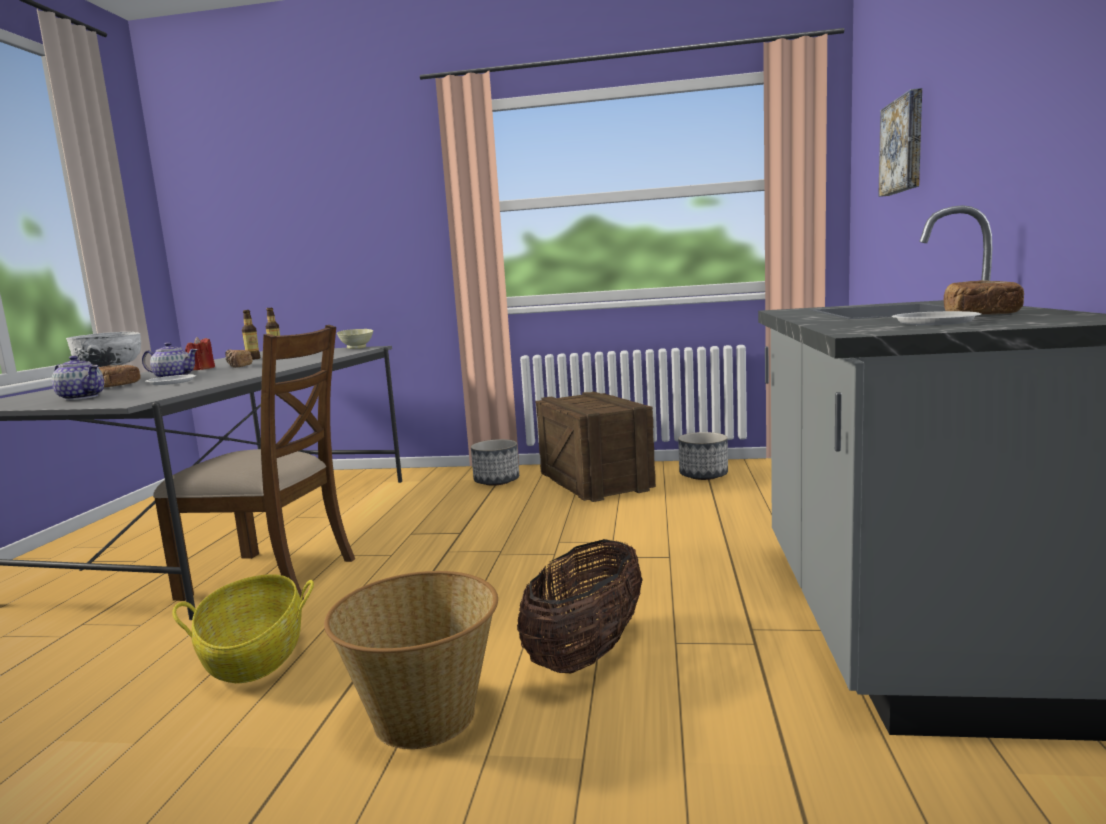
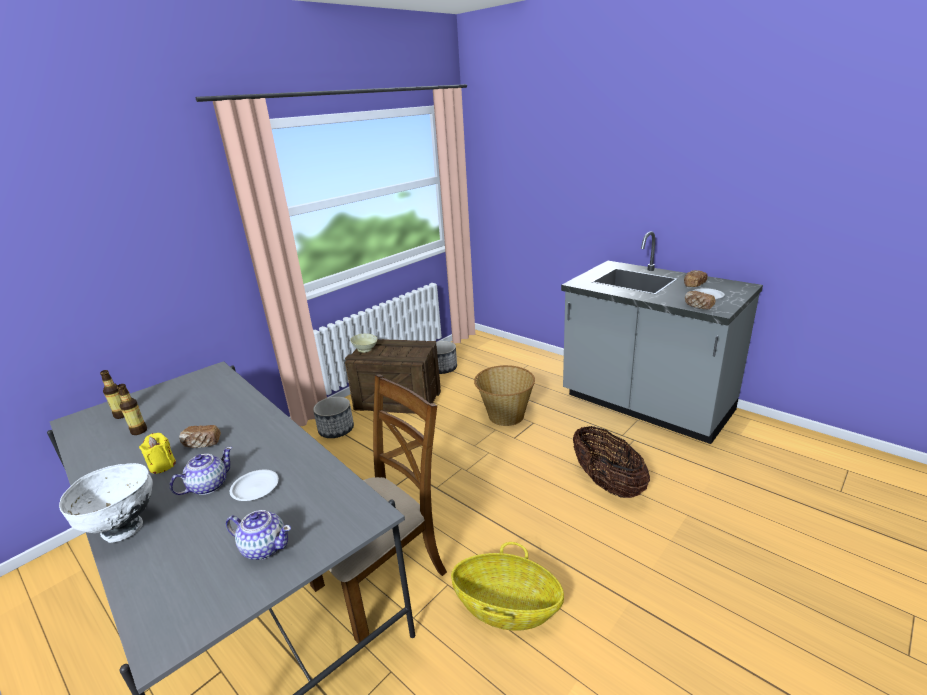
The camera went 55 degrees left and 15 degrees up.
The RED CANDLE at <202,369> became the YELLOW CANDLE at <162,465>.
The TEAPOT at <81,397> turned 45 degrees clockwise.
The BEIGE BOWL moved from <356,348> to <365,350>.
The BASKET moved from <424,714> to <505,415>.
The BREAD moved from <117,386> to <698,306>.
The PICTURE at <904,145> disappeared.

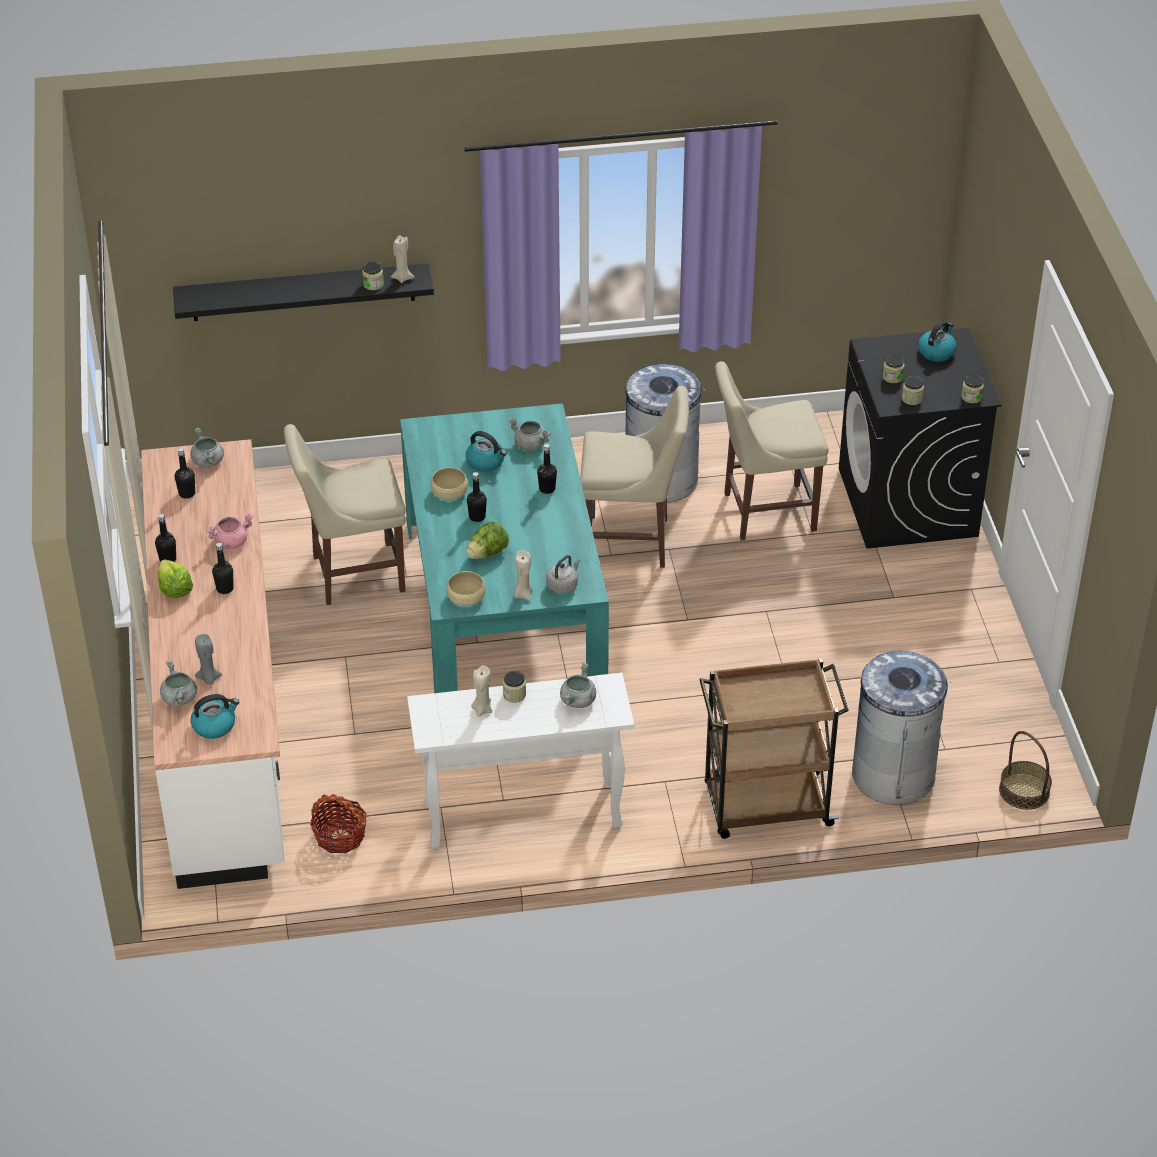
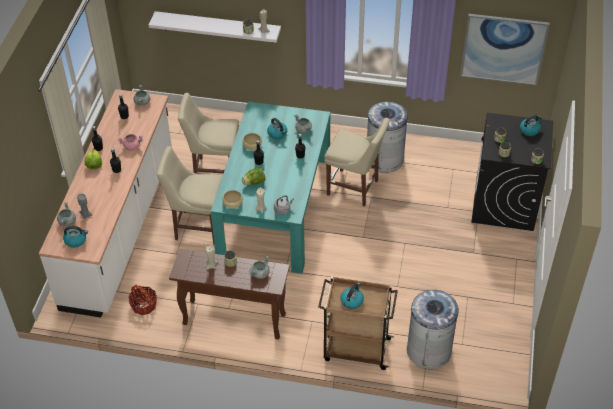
The camera went 20 degrees right and 5 degrees up.
The BLACK SHELF at <303,292> became the WHITE SHELF at <218,27>.
The BEIGE CHAIR moved from <764,512> to <197,226>.
The WHITE CONSOLE TABLE at <521,816> became the BROWN CONSOLE TABLE at <233,319>.
The KETTLE at <352,301> appeared.
The PICTURE at <503,49> appeared.
The BASKET at <1024,791> disappeared.

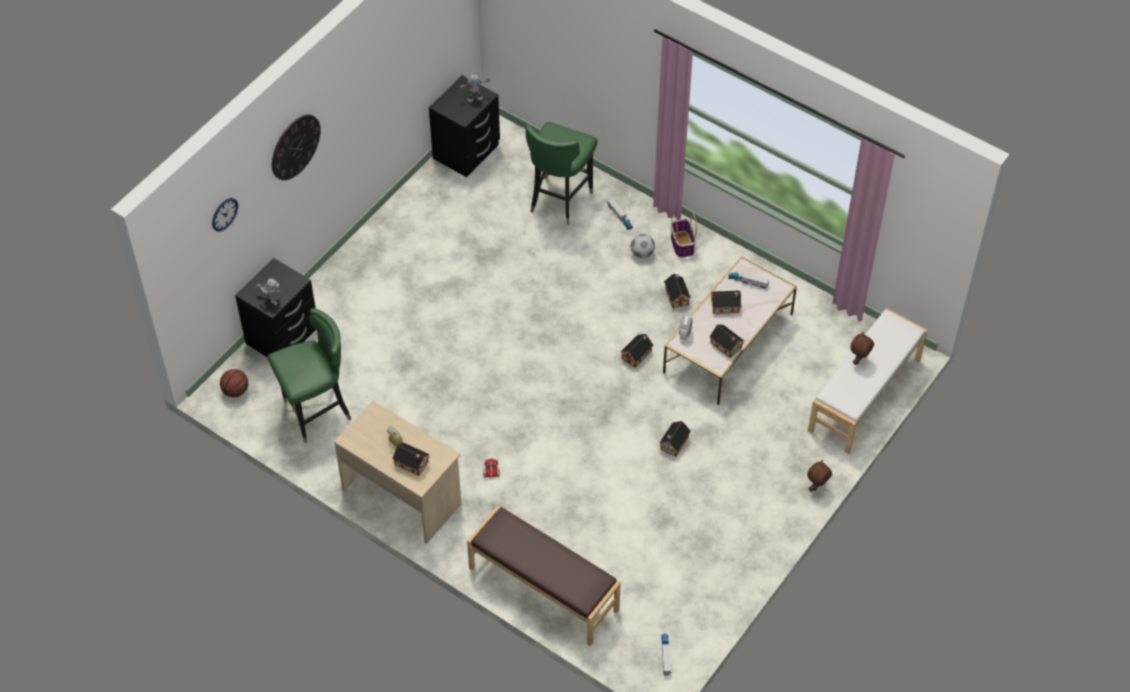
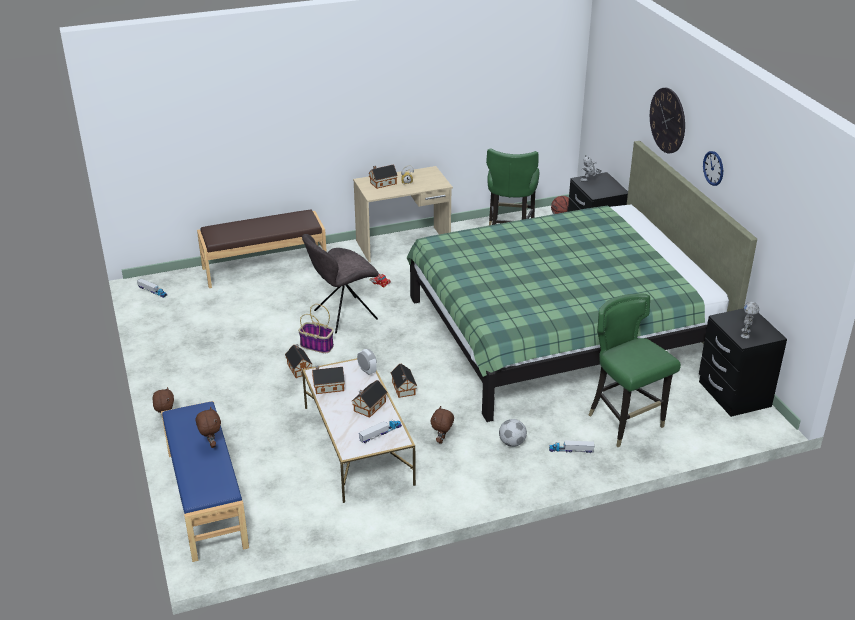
The camera went 125 degrees right and 20 degrees down.
The WHITE BENCH at <865,395> became the BLUE BENCH at <205,499>.
The BASKET moved from <682,244> to <317,345>.
The GREY CHAIR at <343,316> appeared.
The GREEN BED at <561,330> appeared.
The TOY HOUSE at <676,295> was replaced by the BROWN PLUSH TOY at <442,440>.
The WALL CLOCK moved from <224,214> to <713,168>.

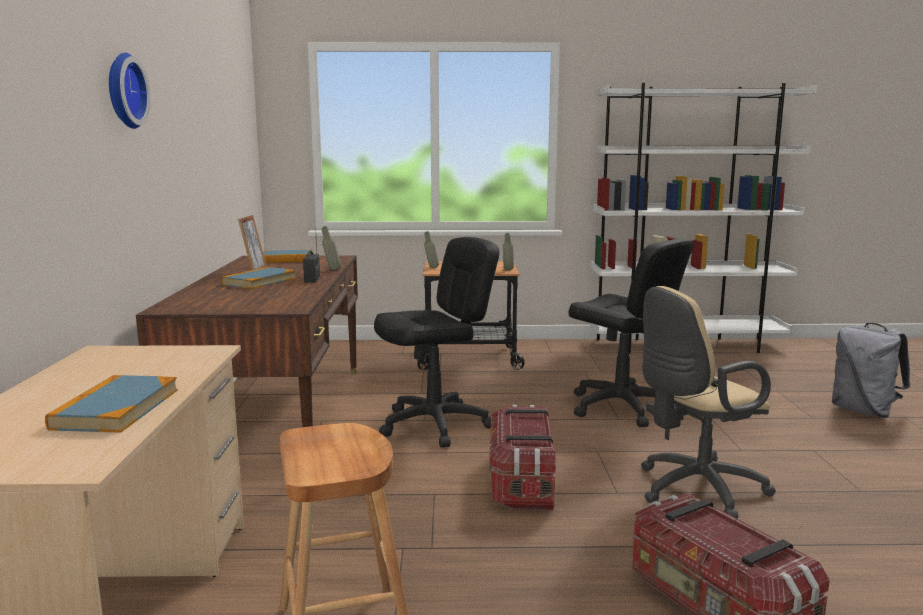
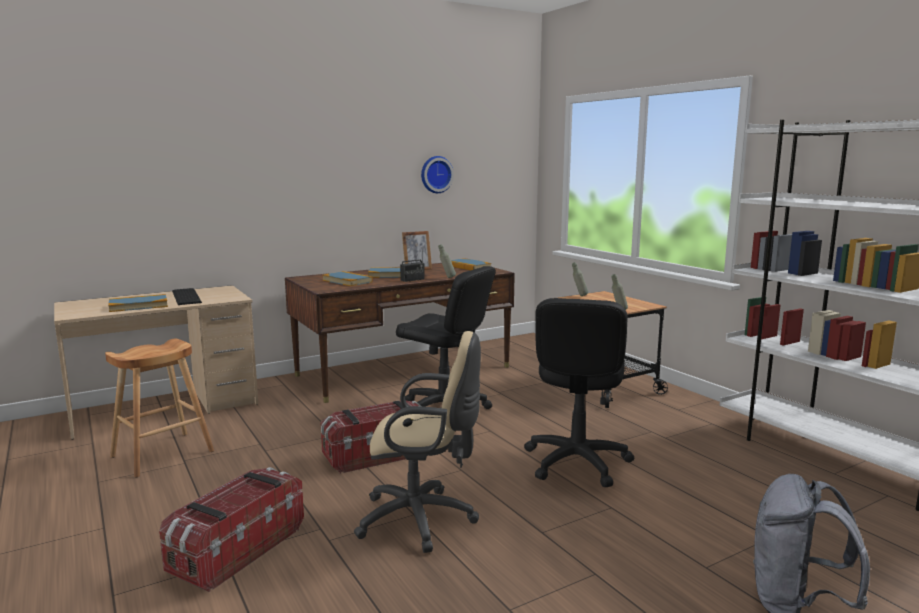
The camera went 60 degrees right and 0 degrees up.
The KEYBOARD at <187,296> appeared.
The BOOK at <347,281> appeared.
The BEIGE OFFICE CHAIR at <694,490> turned 150 degrees clockwise.
The WALL CLOCK moved from <122,91> to <436,174>.

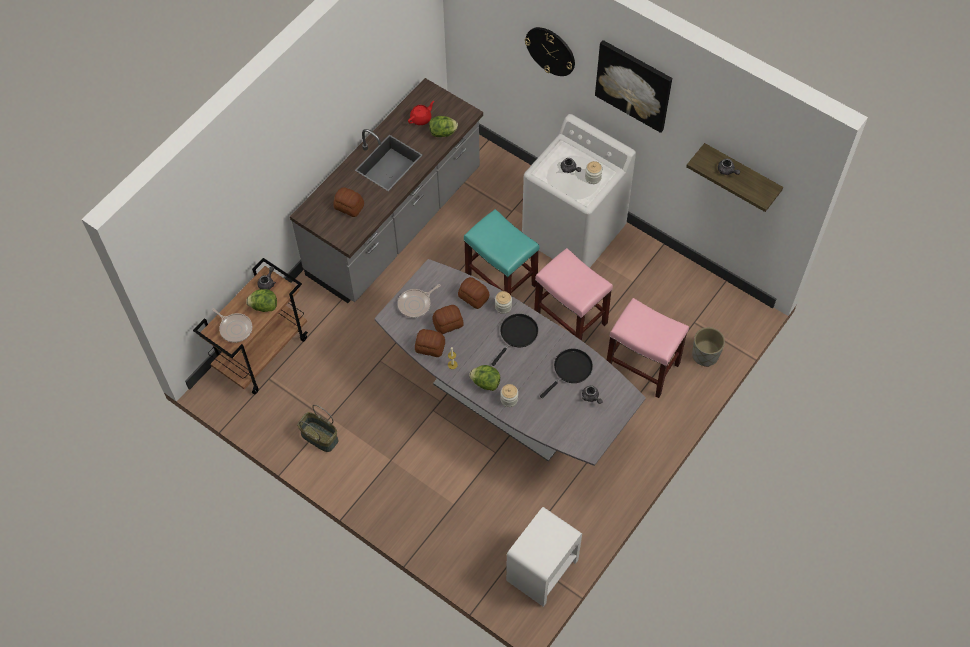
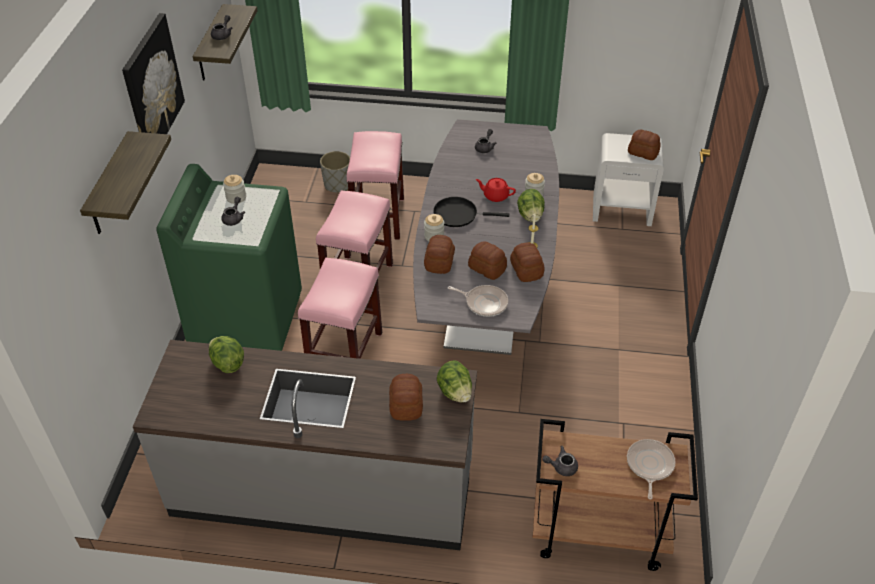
The camera went 120 degrees left and 15 degrees down.
The WALL CLOCK at <550,51> was replaced by the SHELF at <110,186>.
The WHITE WASHING MACHINE at <574,234> became the GREEN WASHING MACHINE at <247,319>.
The TURQUOISE STOOL at <502,281> became the PINK STOOL at <345,353>.
The LETTUCE moved from <264,306> to <455,392>.
The RED TEAPOT moved from <421,118> to <495,196>.
The BREAD at <643,152> appeared.
The BASKET at <319,437> disappeared.
The BLACK FRYING PAN at <570,370> disappeared.

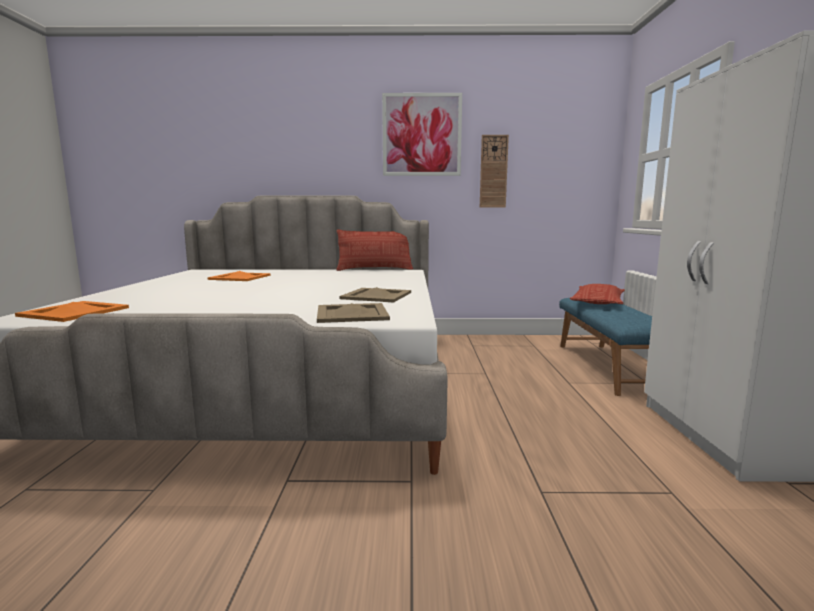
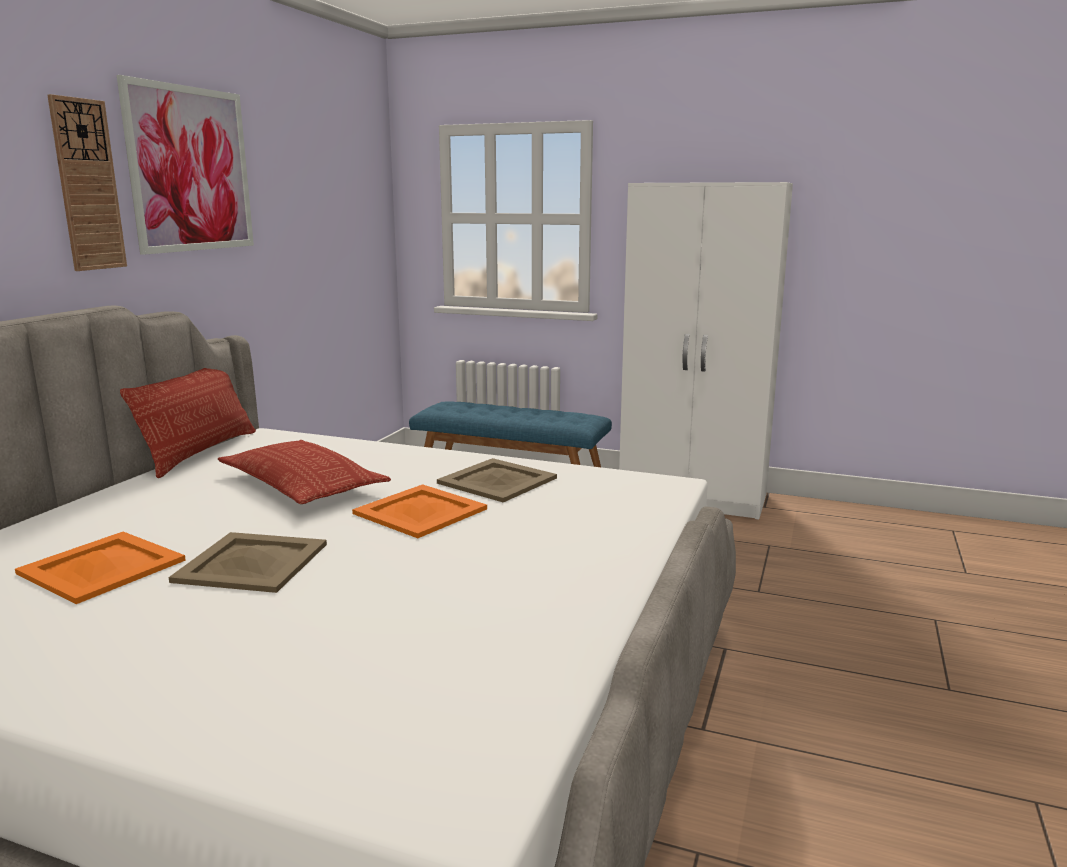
The camera went 70 degrees left and 5 degrees up.
The WALL CLOCK moved from <493,171> to <87,185>.
The BEIGE TRAY moved from <352,313> to <251,562>.
The PILLOW moved from <598,301> to <302,483>.
The ORANGE TRAY moved from <75,312> to <420,511>.

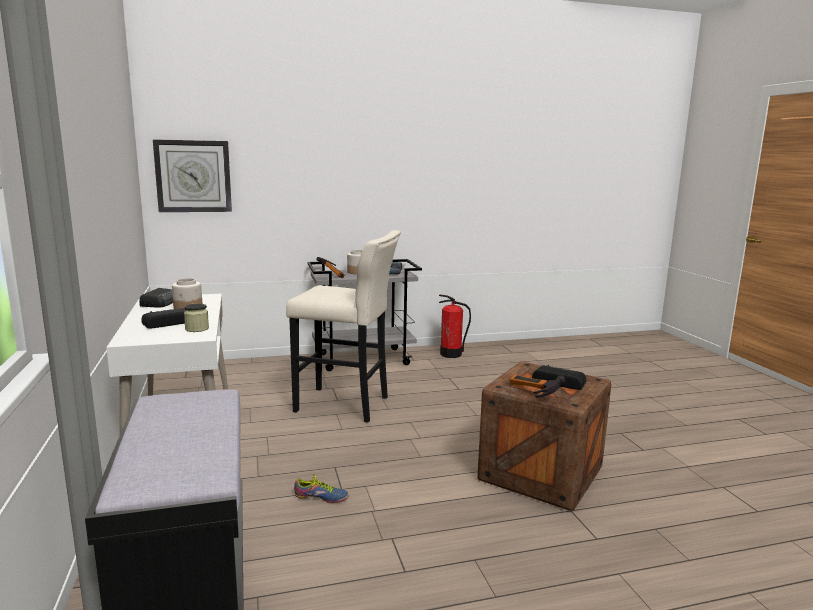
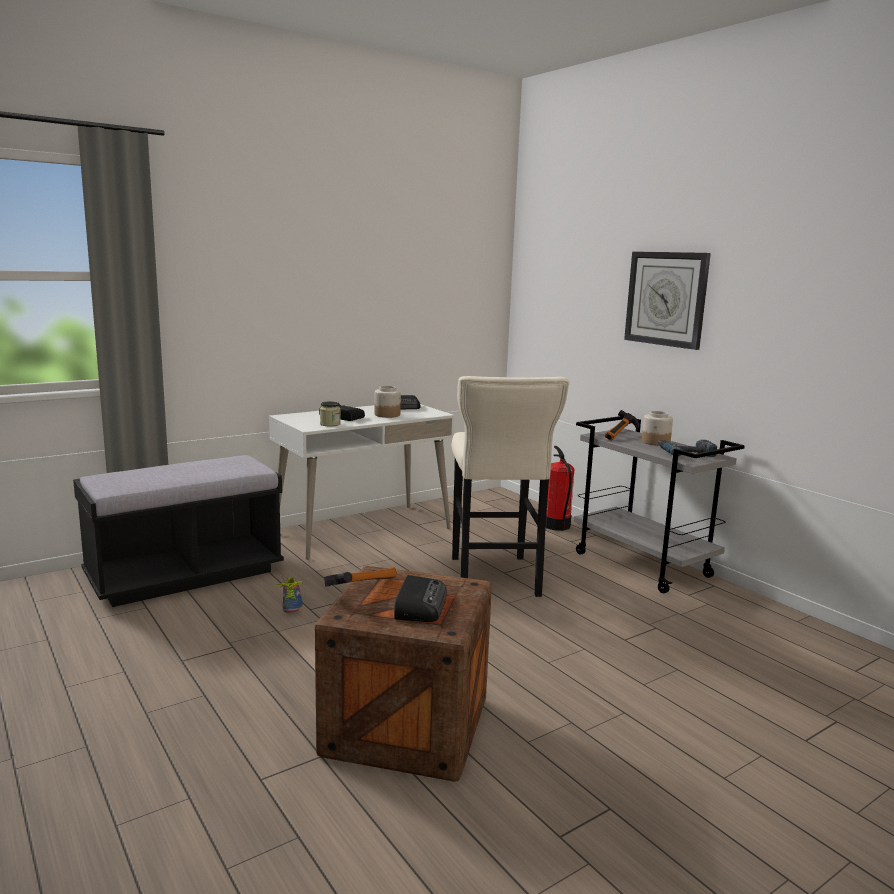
The camera went 70 degrees right and 0 degrees up.
The FIRE EXTINGUISHER moved from <451,354> to <556,526>.
The WALL CLOCK moved from <193,176> to <666,299>.

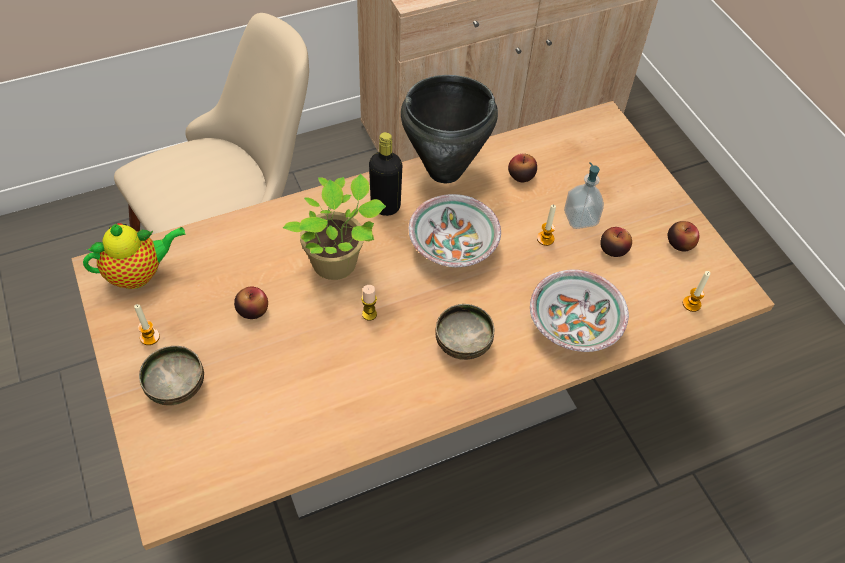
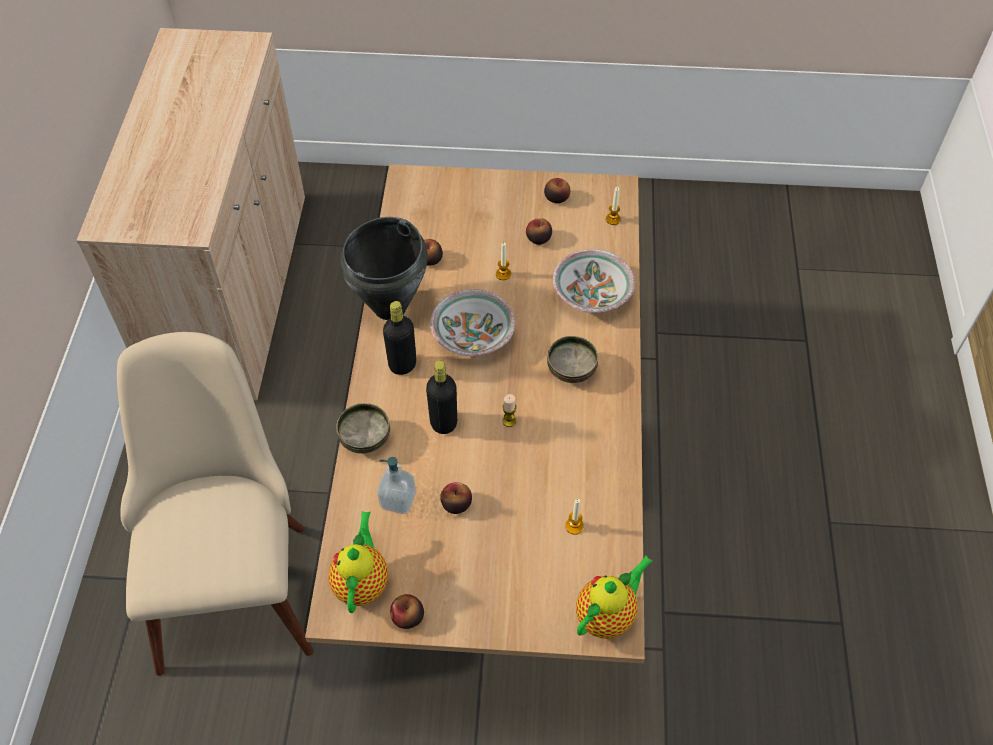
The camera went 60 degrees left and 0 degrees up.
The BOWL moved from <177,386> to <364,438>.
The SOAP DISPENSER moved from <580,218> to <398,500>.
The APPLE at <407,617> appeared.
The POTTED PLANT at <338,263> was replaced by the BLACK BOTTLE at <443,423>.
The CANDLE moved from <150,337> to <574,526>.
The TEAPOT at <607,615> appeared.

